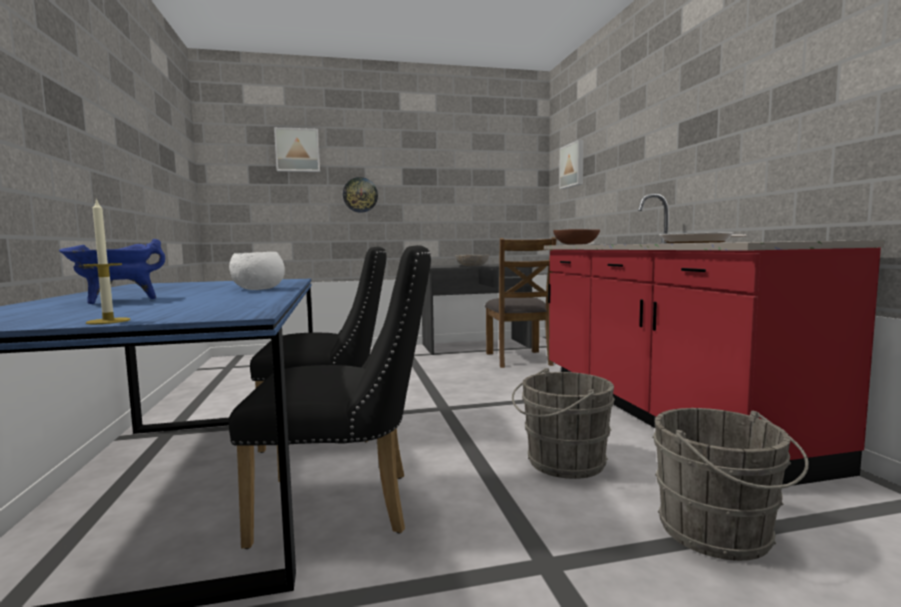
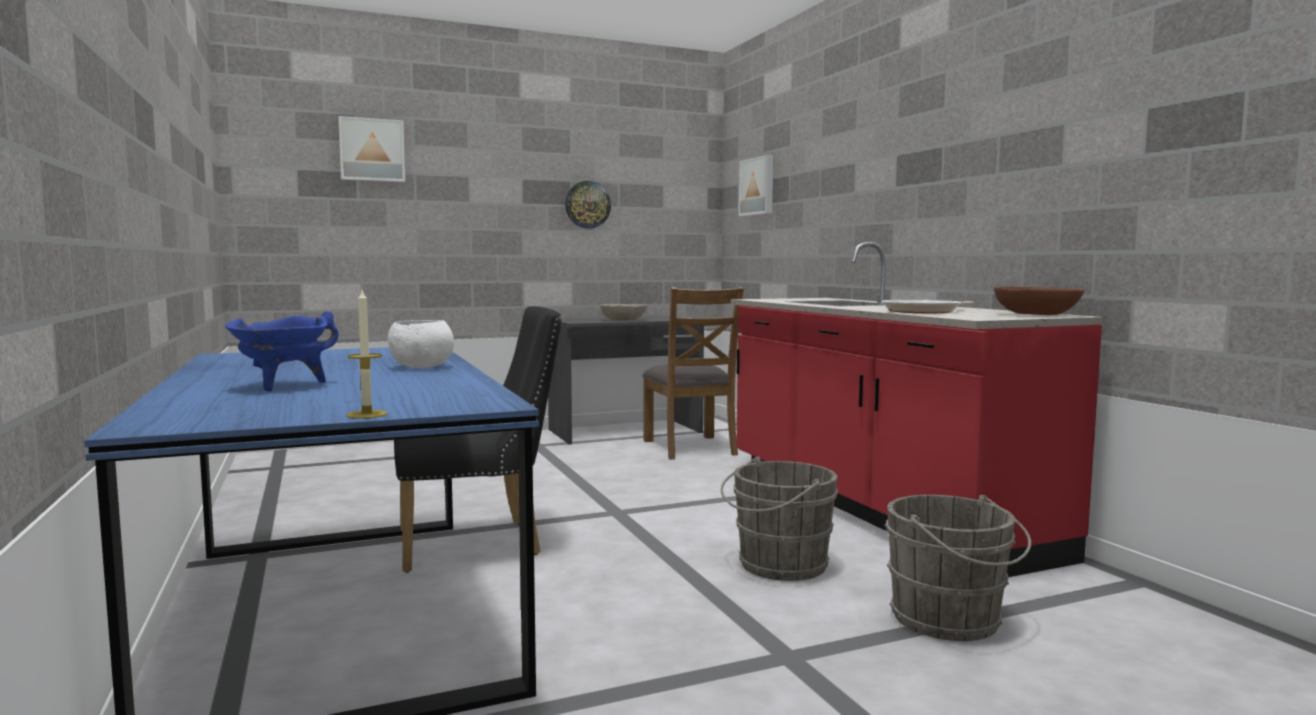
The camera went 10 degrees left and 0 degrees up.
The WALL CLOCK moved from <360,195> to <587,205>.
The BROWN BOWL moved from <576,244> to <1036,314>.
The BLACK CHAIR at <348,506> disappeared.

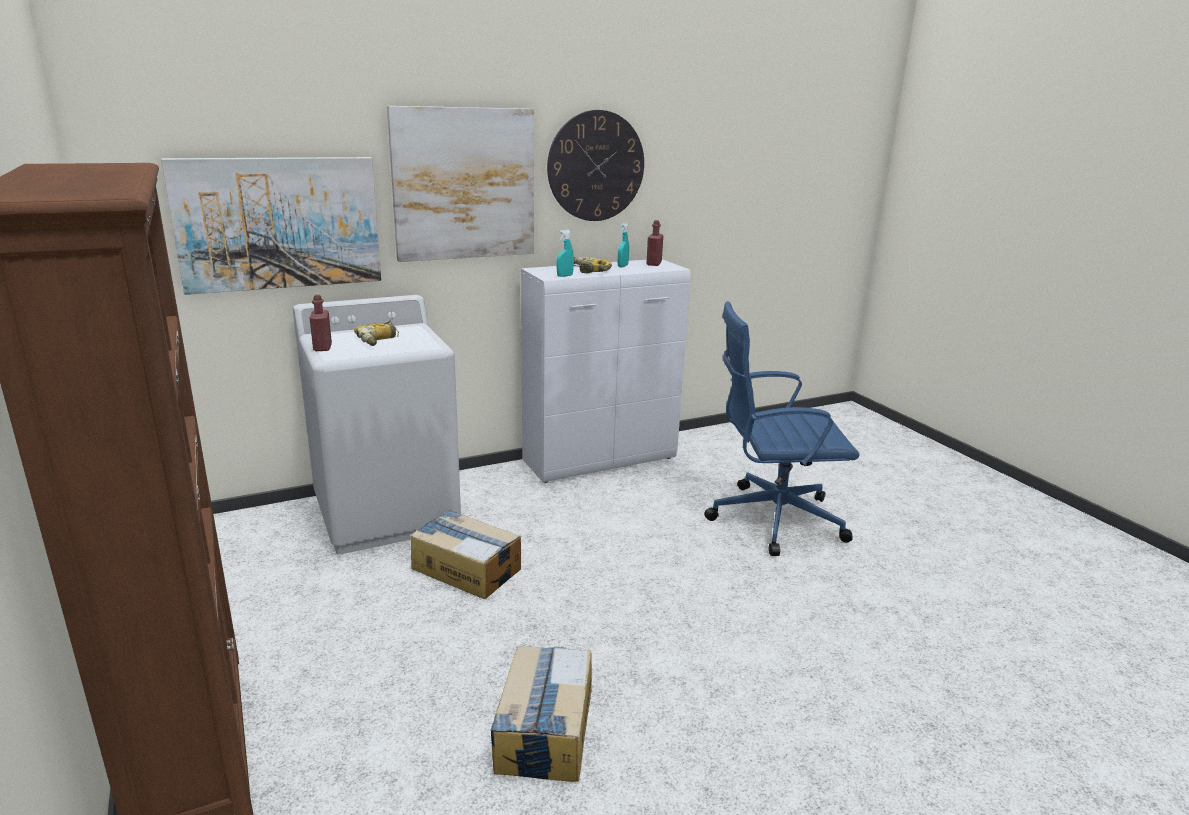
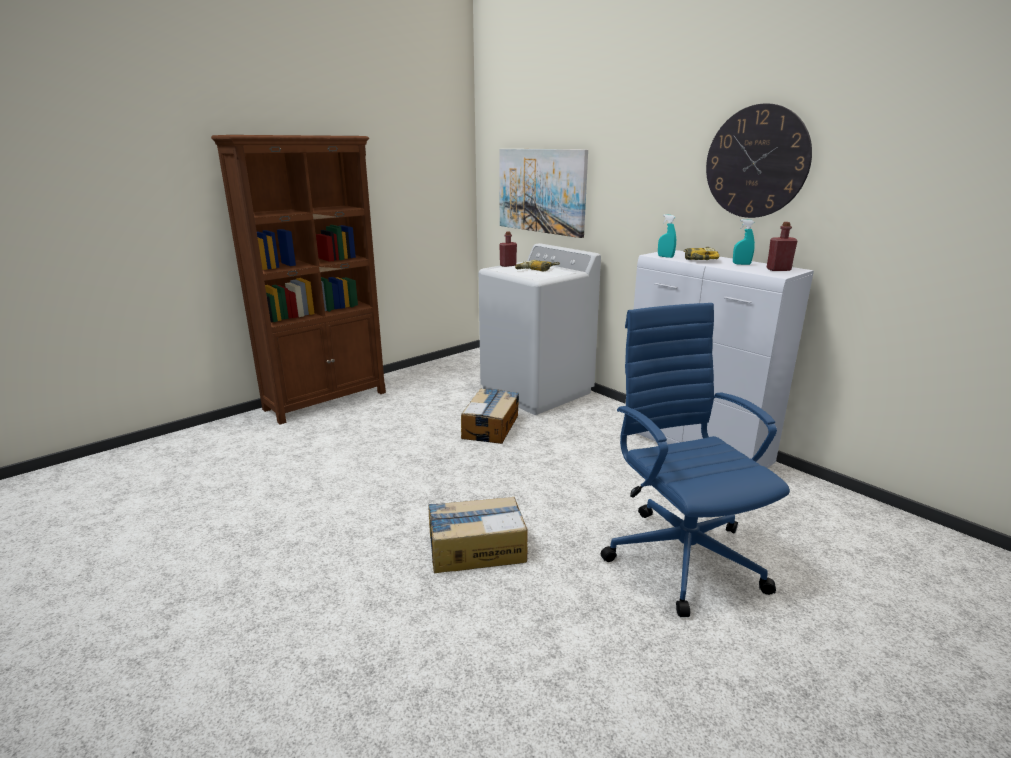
The camera went 75 degrees right and 0 degrees up.
The CARDBOARD BOX moved from <544,729> to <475,548>.
The PICTURE at <464,184> disappeared.

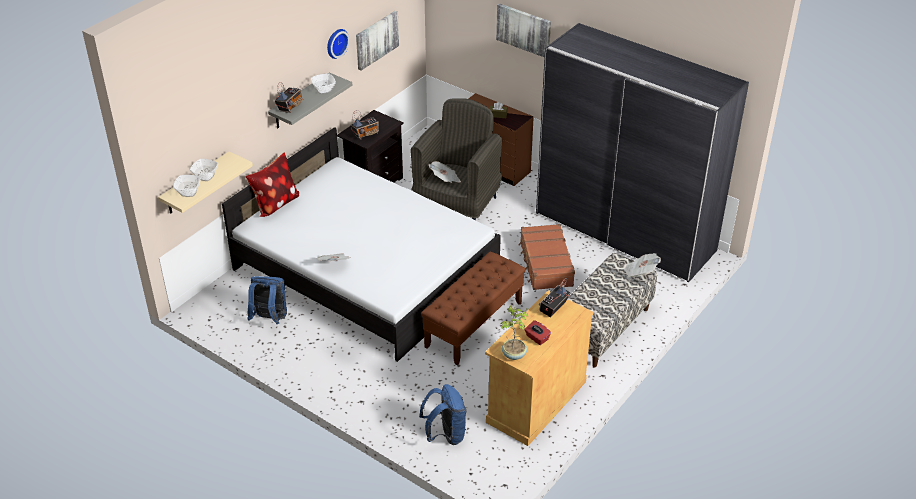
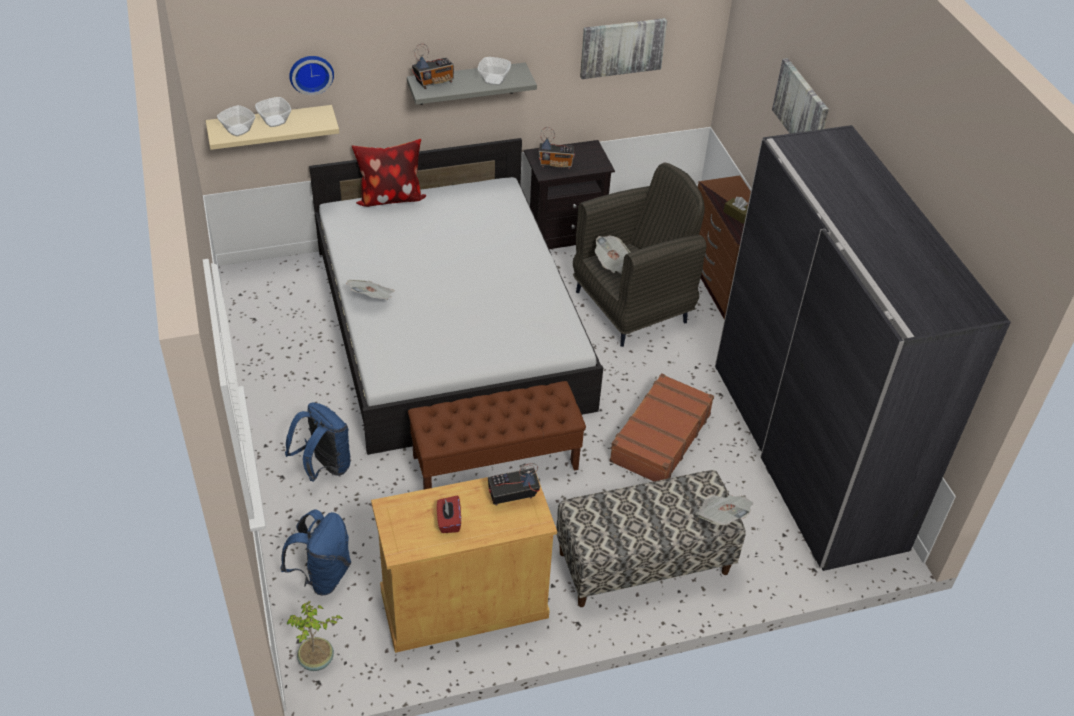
The camera went 35 degrees right and 5 degrees up.
The BLUE BACKPACK moved from <270,319> to <324,466>.
The POTTED PLANT moved from <514,355> to <317,661>.
The WALL CLOCK moved from <335,43> to <311,73>.

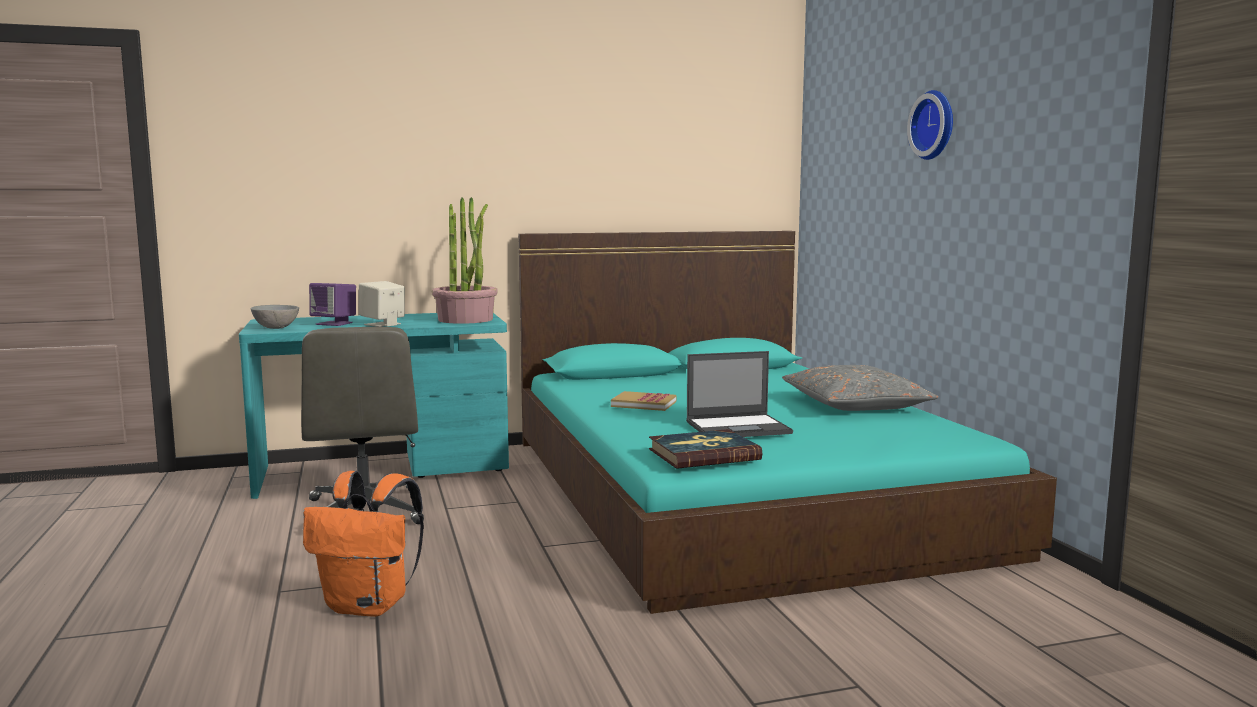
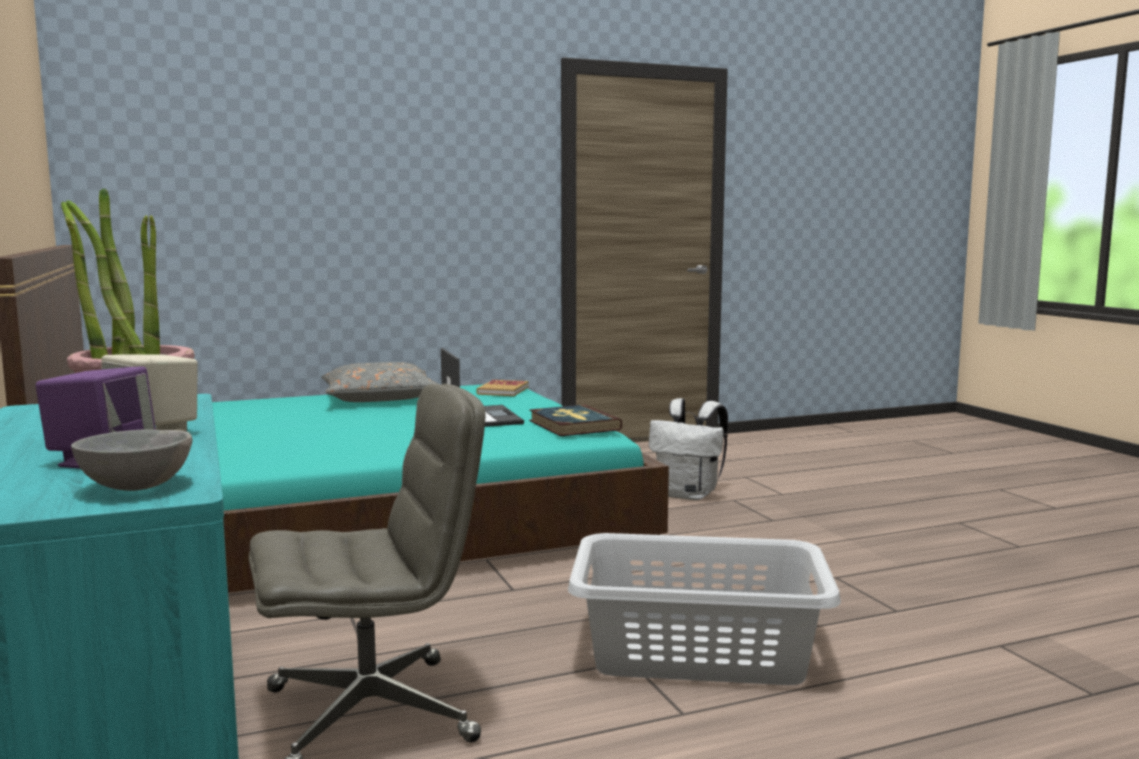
The camera went 95 degrees left and 0 degrees up.
The BOOK moved from <644,404> to <503,391>.
The ORANGE BACKPACK at <370,606> was replaced by the GREY LAUNDRY BASKET at <697,652>.
The WHITE BACKPACK at <689,495> appeared.
The WALL CLOCK at <935,125> disappeared.

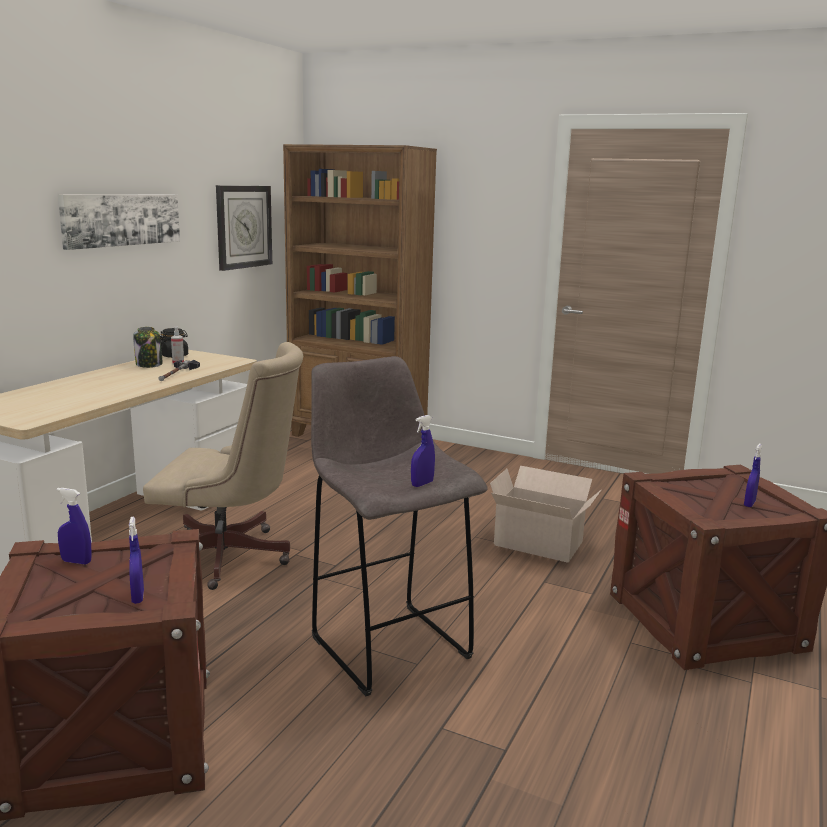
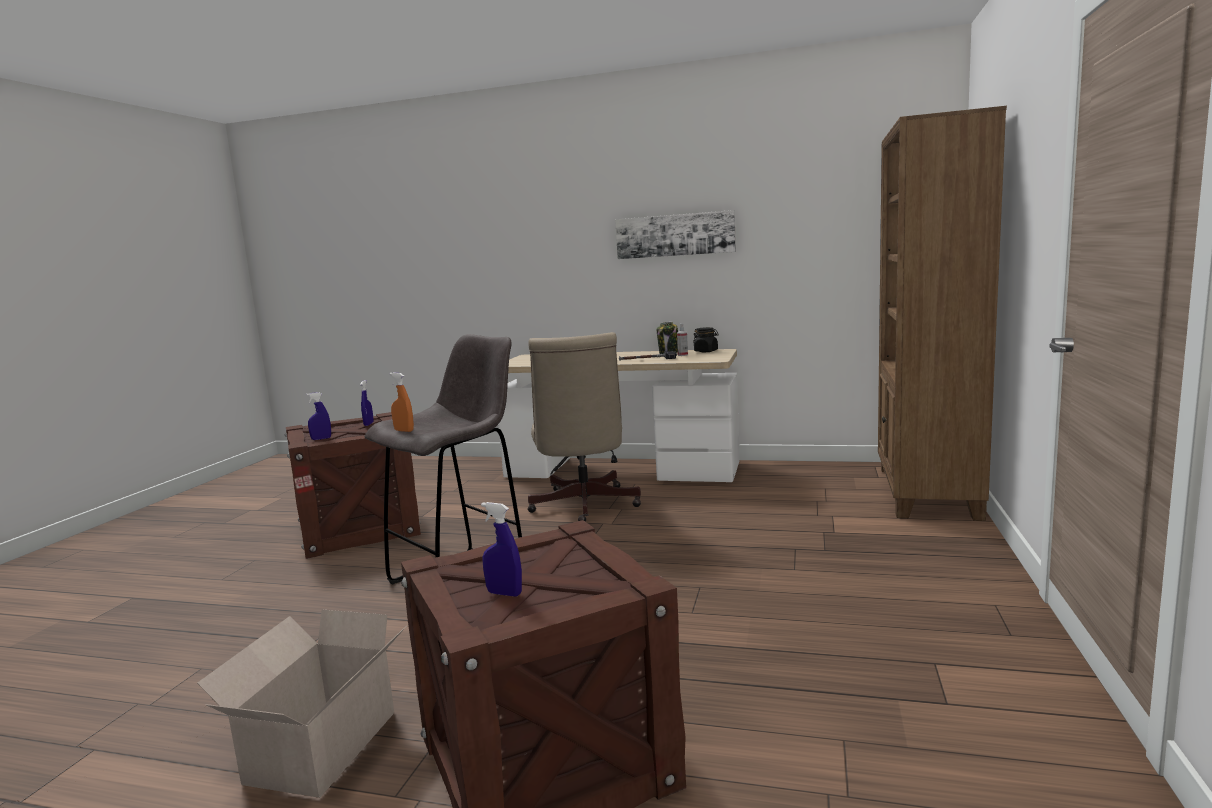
The camera went 80 degrees right and 5 degrees down.
The CARDBOARD BOX moved from <540,544> to <319,749>.
The BLUE SPRAY BOTTLE at <422,484> became the ORANGE SPRAY BOTTLE at <404,431>.
The WALL CLOCK at <243,226> disappeared.

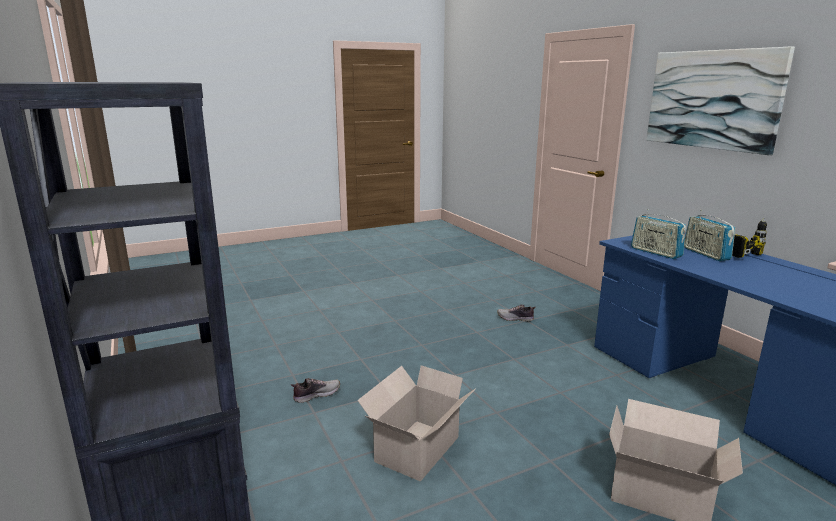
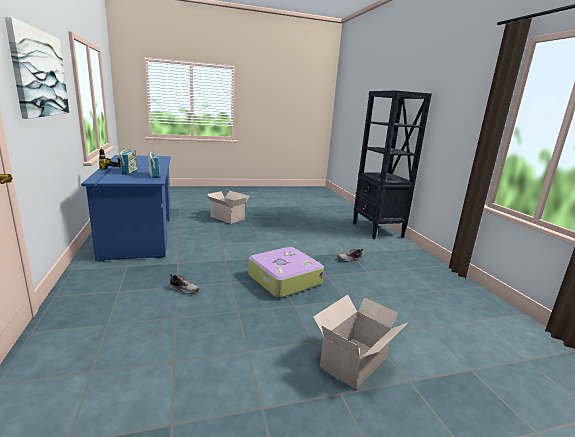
The camera went 170 degrees left and 0 degrees up.
The SUITCASE at <283,279> appeared.
The CARDBOARD BOX moved from <415,450> to <355,361>.

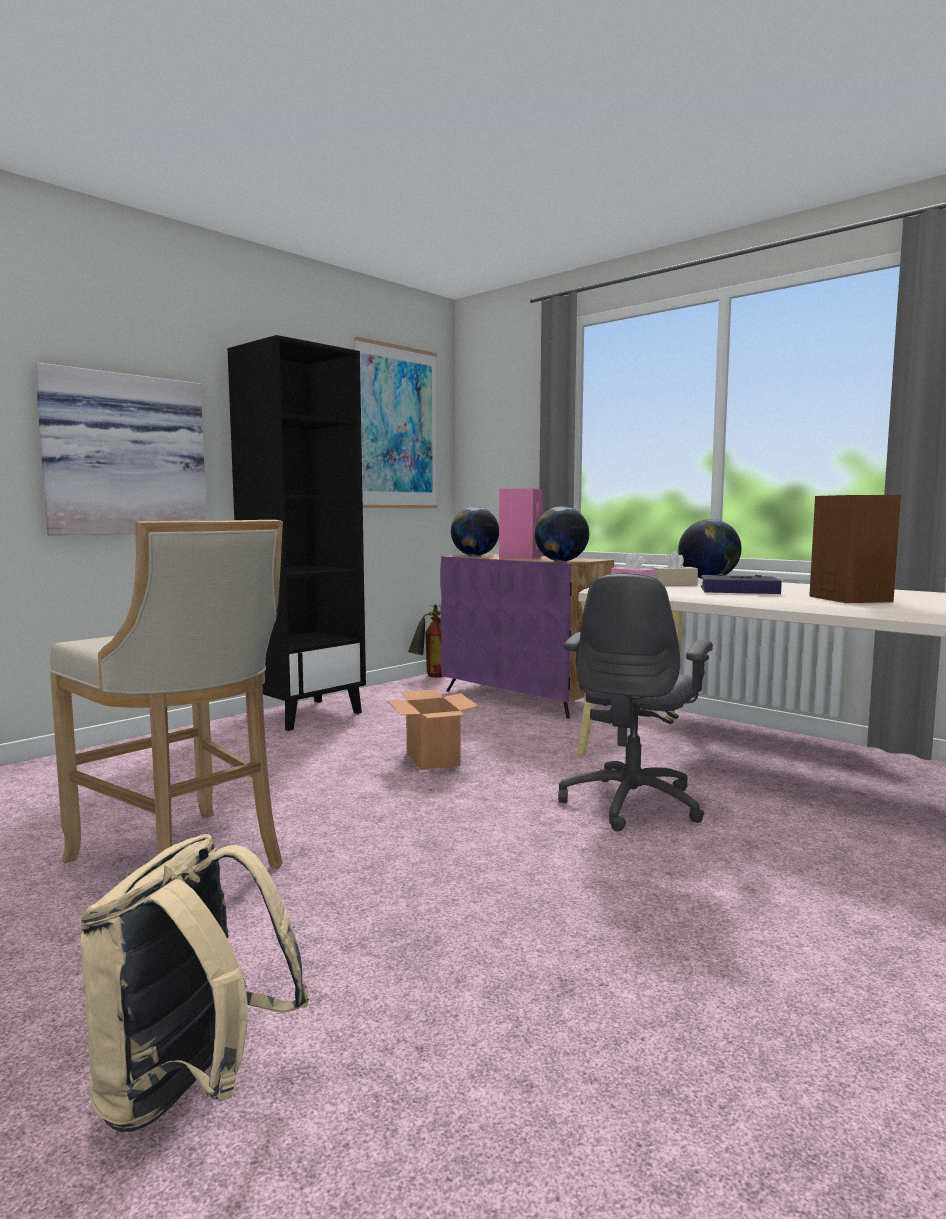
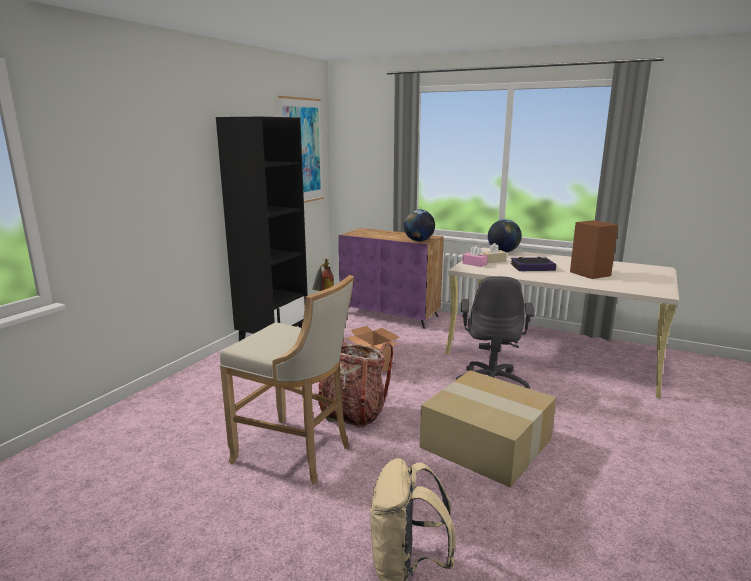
The camera went 15 degrees left and 10 degrees up.
The BACKPACK at <353,412> appeared.
The CARDBOARD BOX at <488,443> appeared.
The PICTURE at <124,455> disappeared.
The GLOBE at <474,555> disappeared.
The PINK SPEAKER at <520,557> disappeared.

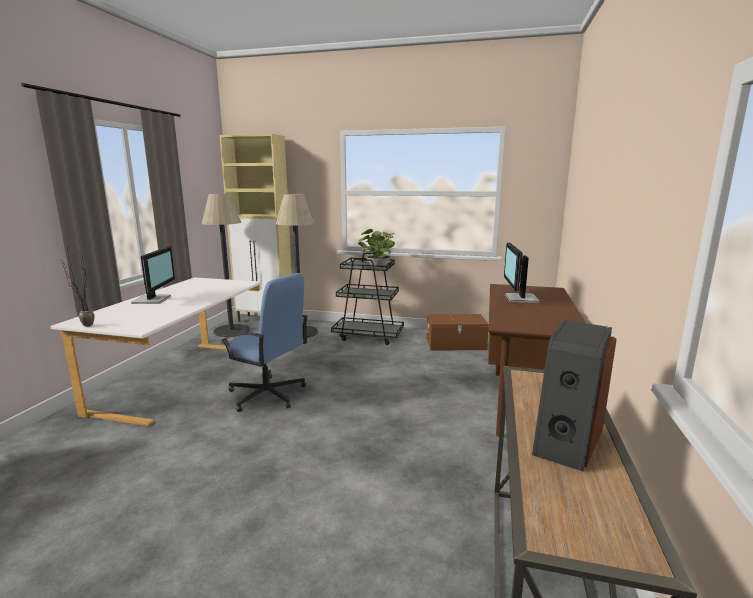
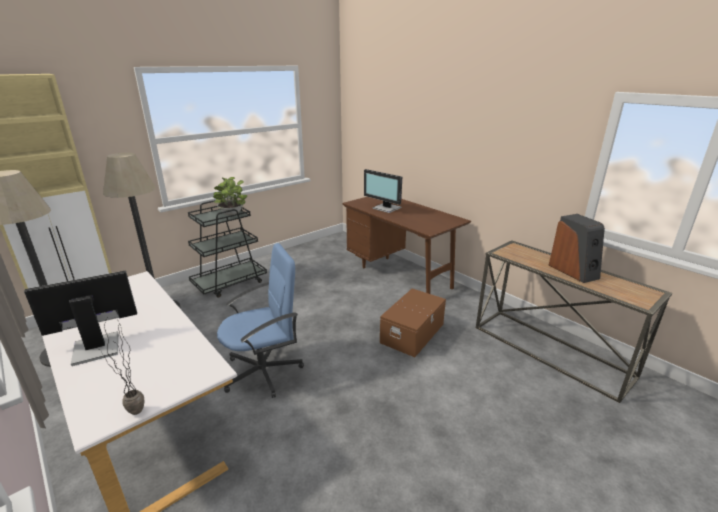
The camera went 55 degrees left and 10 degrees up.
The MONITOR at <153,299> turned 60 degrees counterclockwise.
The BROWN STORAGE BOX moved from <456,344> to <413,333>.

